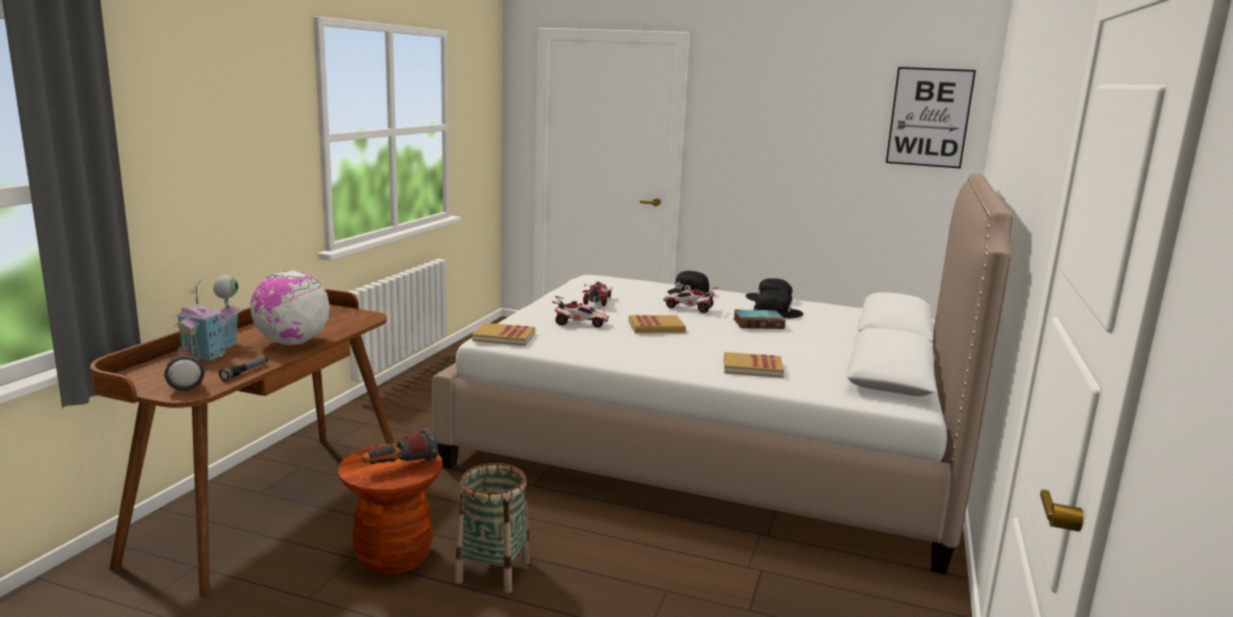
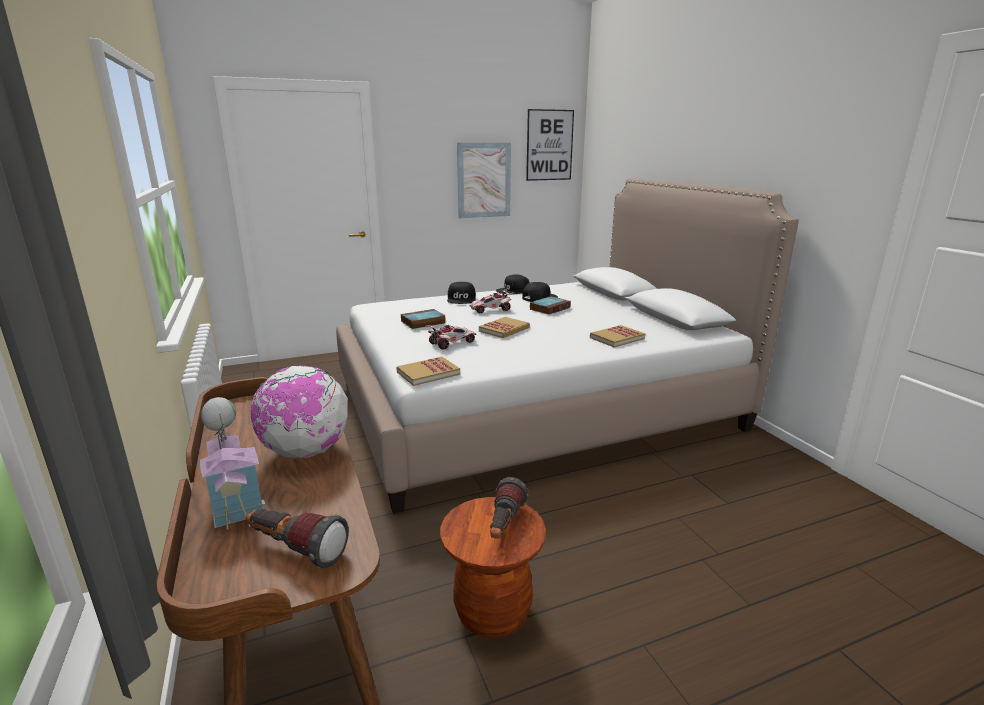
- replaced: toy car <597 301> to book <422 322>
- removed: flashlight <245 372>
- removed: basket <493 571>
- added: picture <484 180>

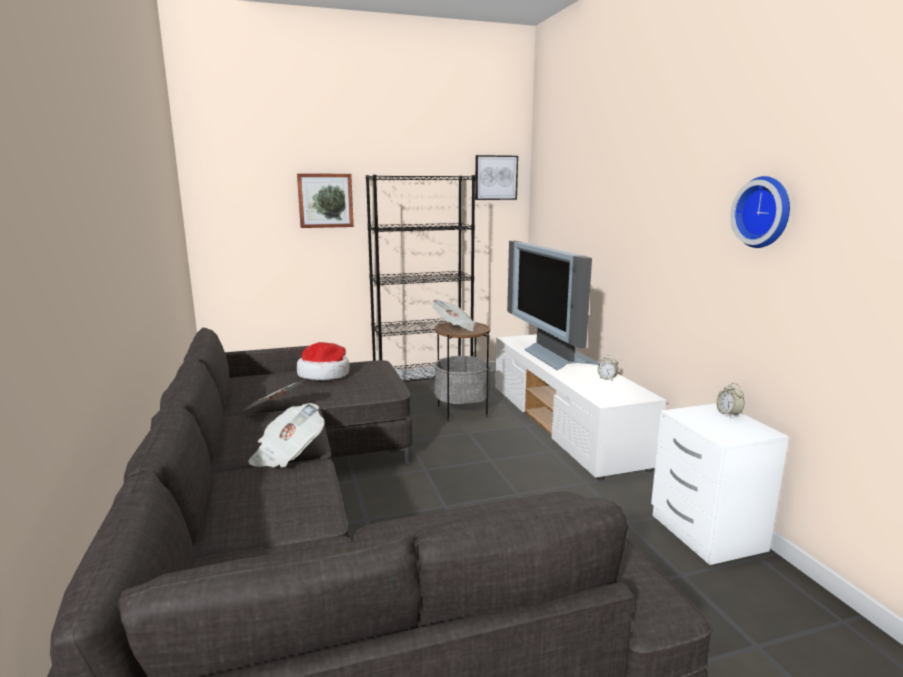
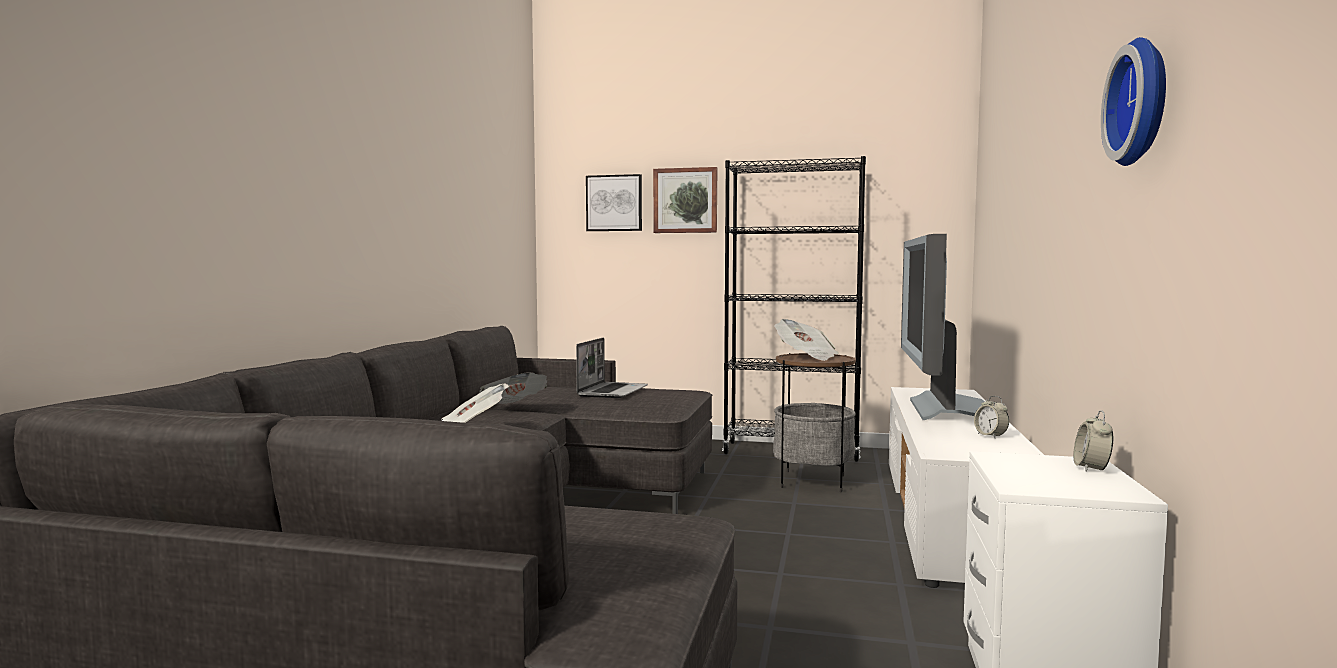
- moved: picture <495 177> to <614 203>
- replaced: hat <324 374> to laptop <612 391>

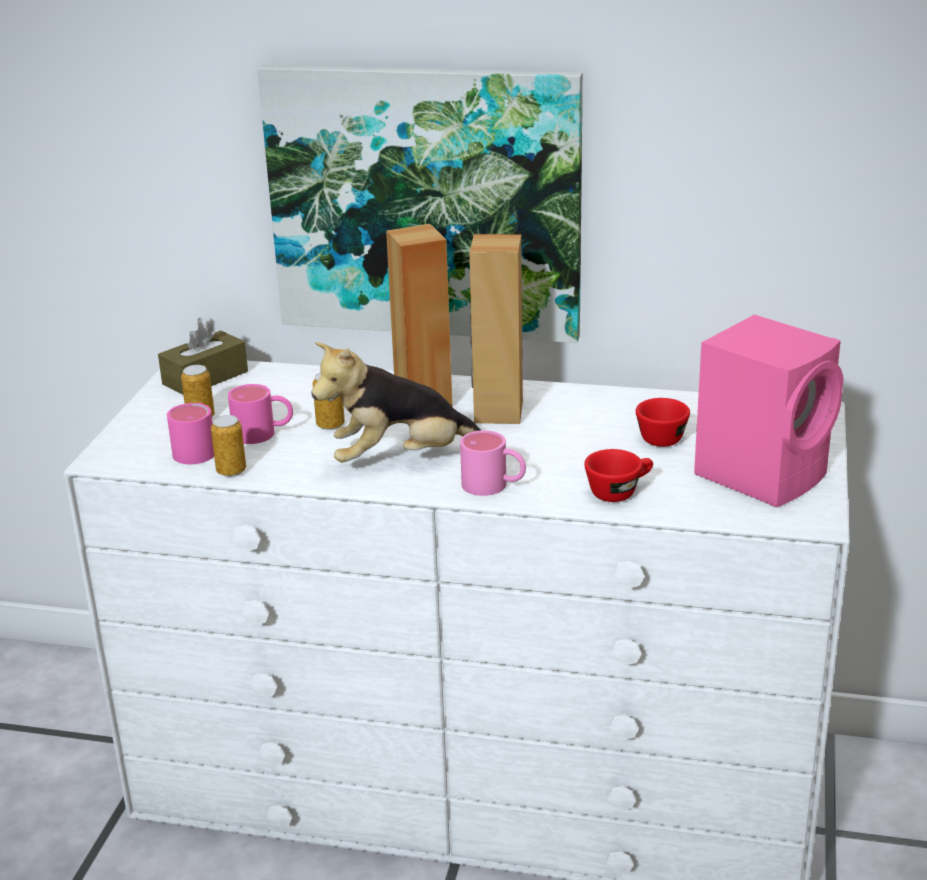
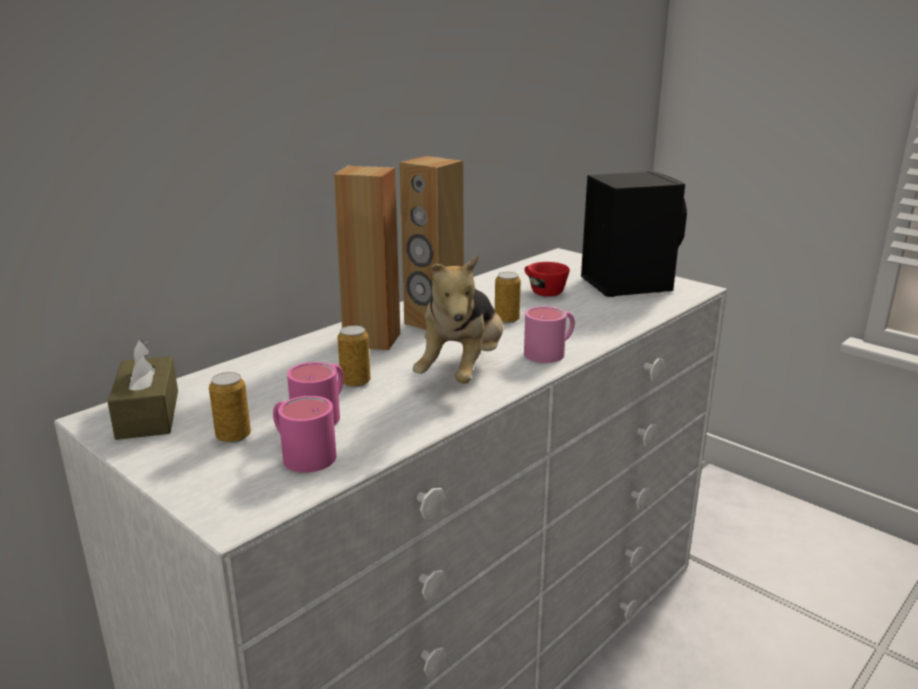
- removed: picture <425 202>
- recoloured: pink speaker <764 474> to black speaker <625 283>
- moved: can <231 471> to <506 320>
- removed: red cup <619 491>

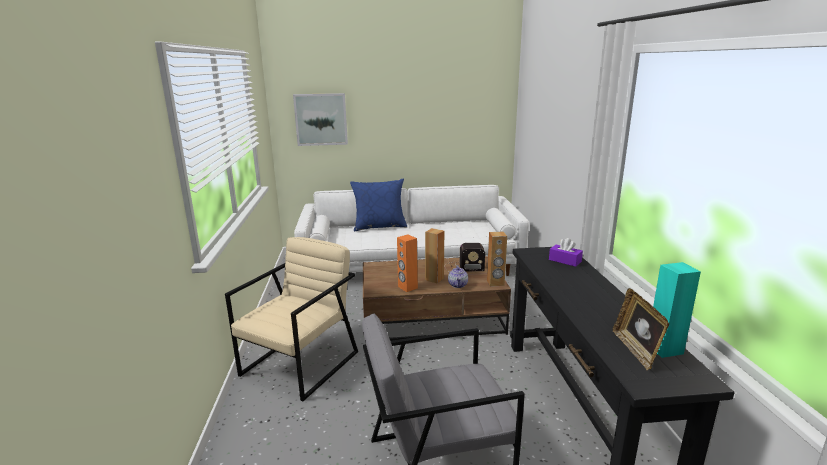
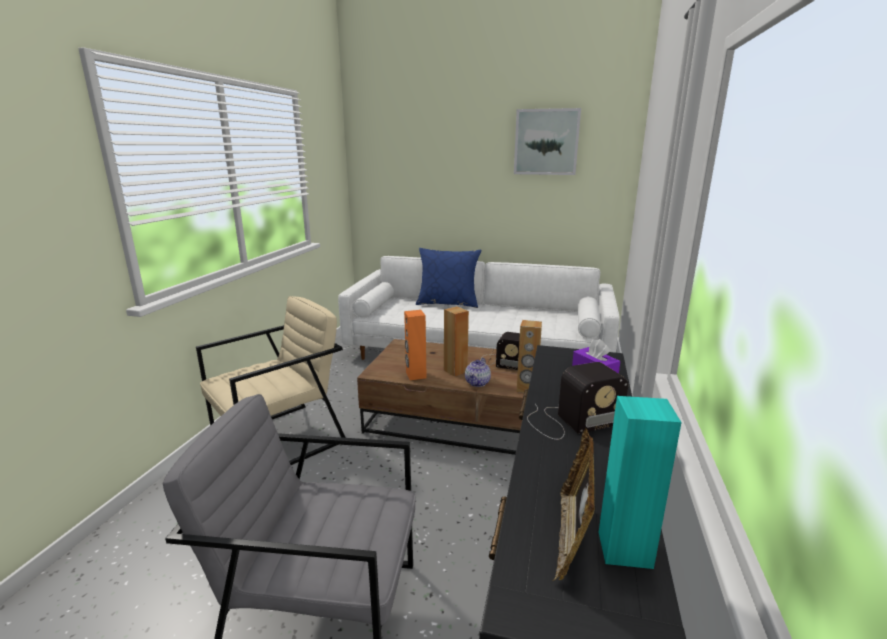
- moved: picture <321 119> to <546 142>
- added: radio <570 421>

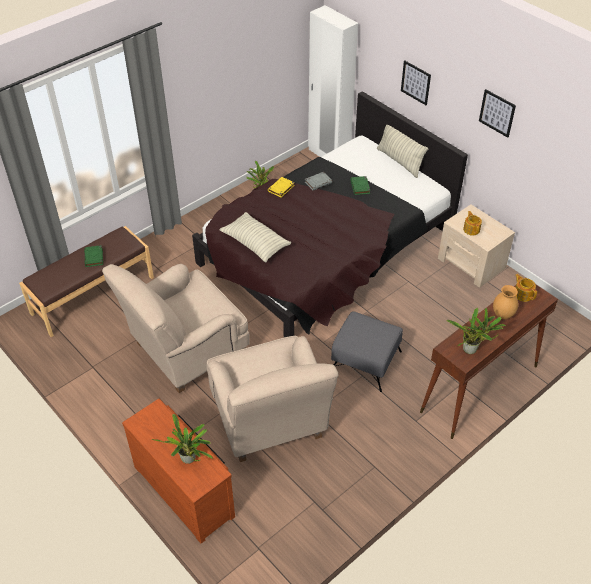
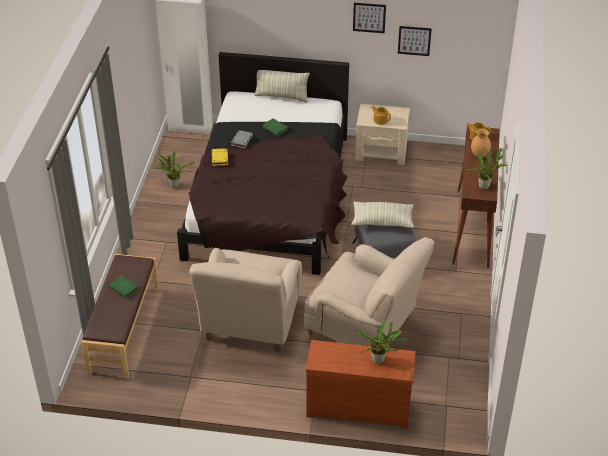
- moved: picture <415 82> to <414 40>
- moved: pillow <255 243> to <382 221>

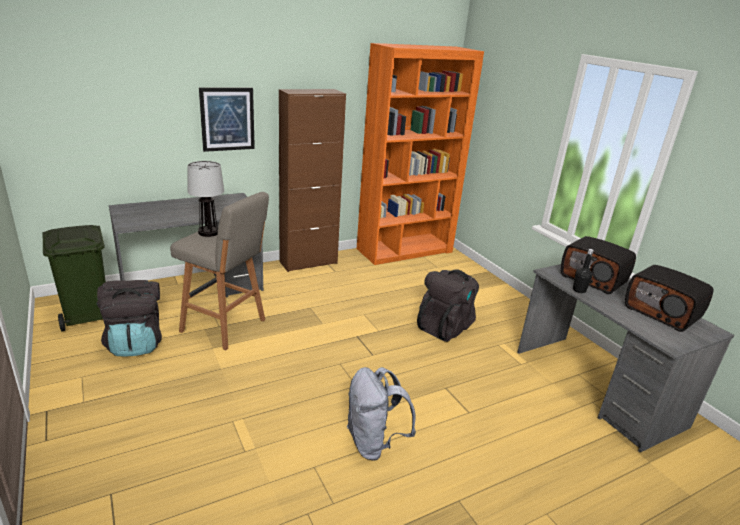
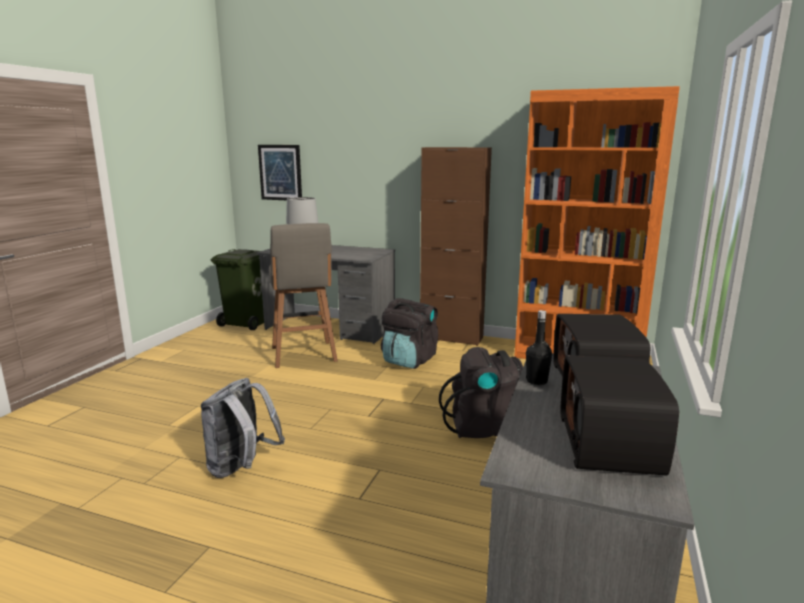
- moved: picture <227 119> to <280 172>
- moved: black backpack <136 343> to <409 360>

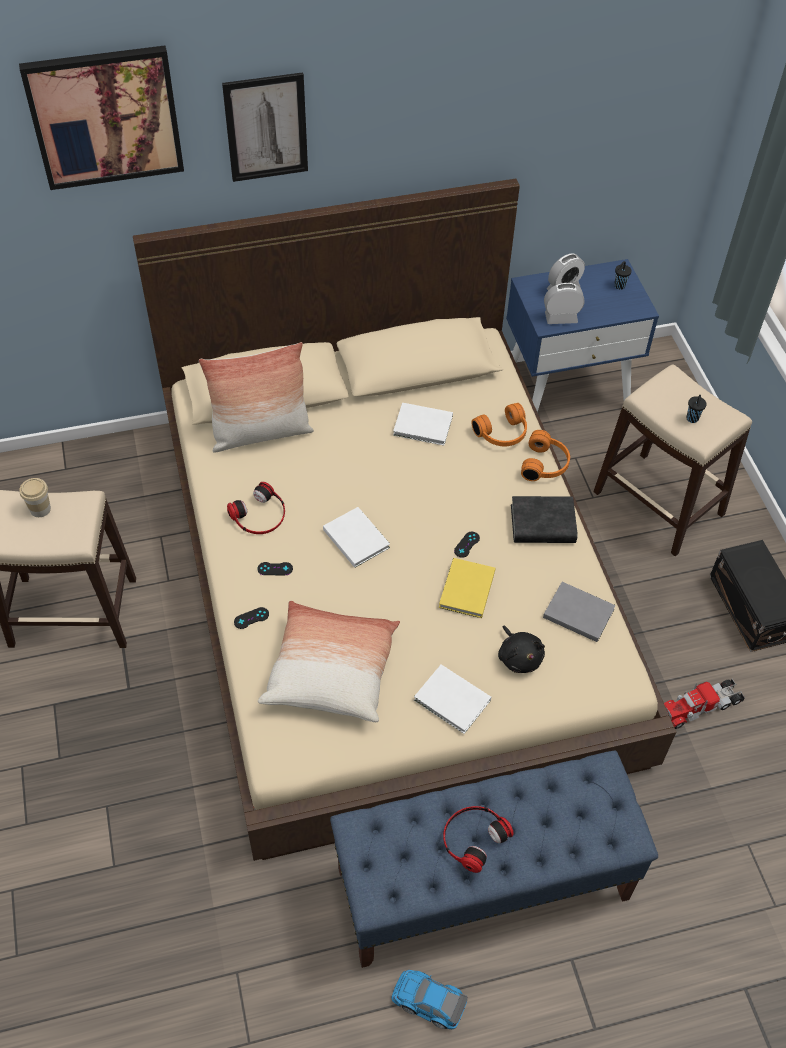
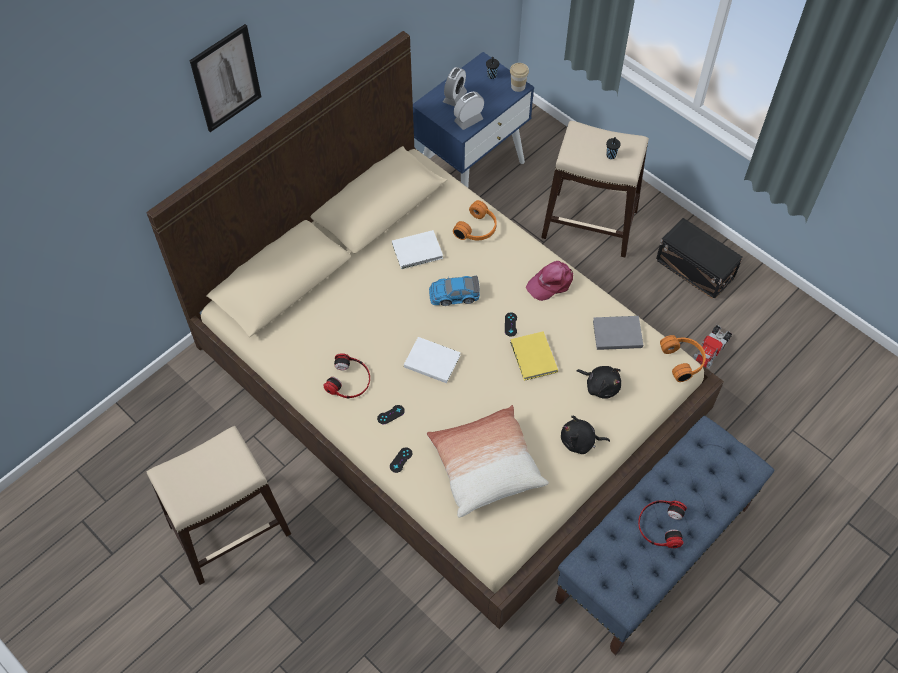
- removed: picture <105 117>
- removed: pillow <261 433>
- moved: orange headphones <546 464> to <683 360>
- moved: cup <40 509> to <518 86>
- replaced: black book <542 524> to pink cap <551 282>
- replaced: white book <453 702> to black plush toy <580 441>
- moved: toy car <428 1001> to <454 294>

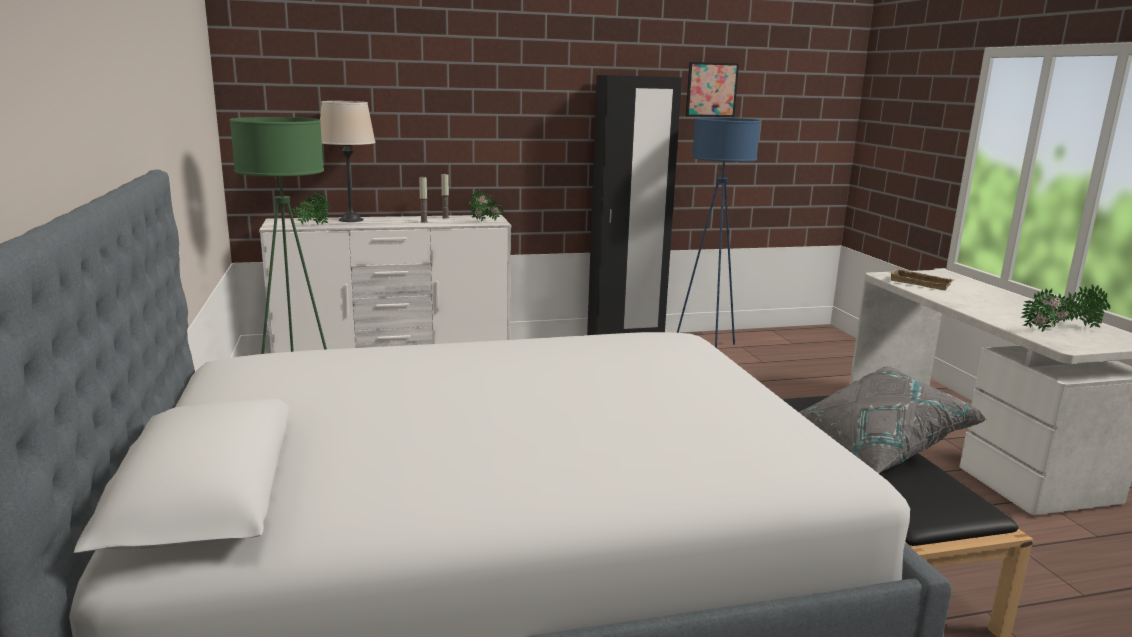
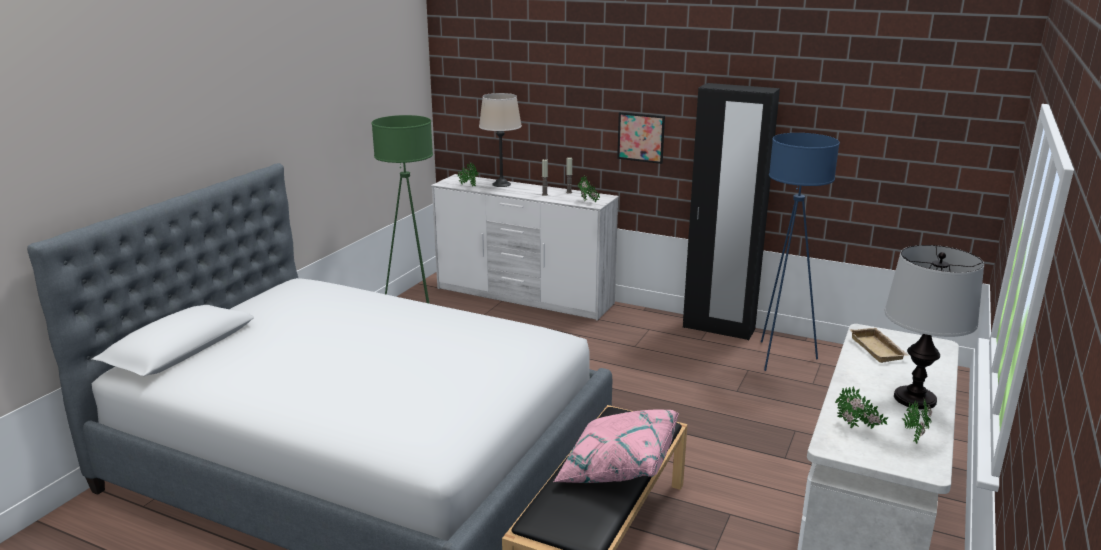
- moved: picture <711 89> to <641 137>
- recoloured: grey pillow <876 445> to pink pillow <617 468>
- added: table lamp <914 399>

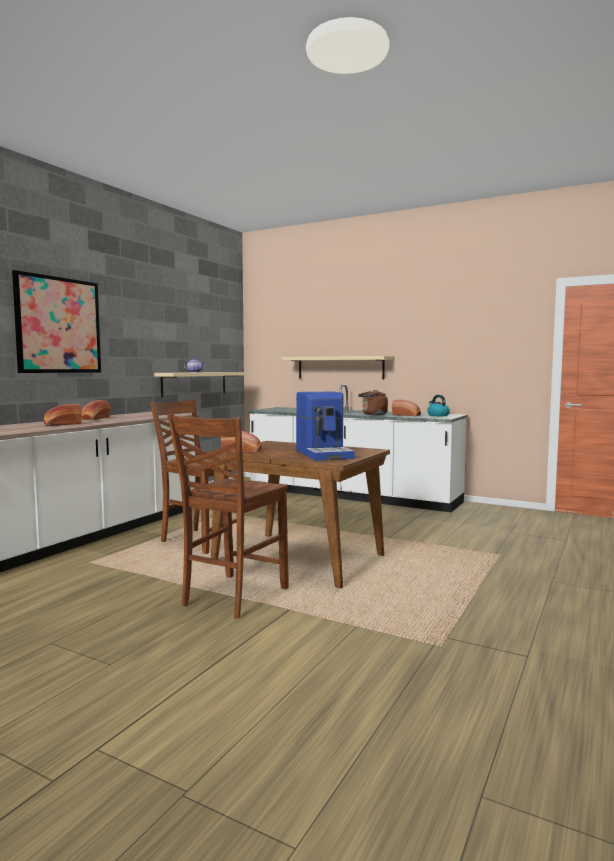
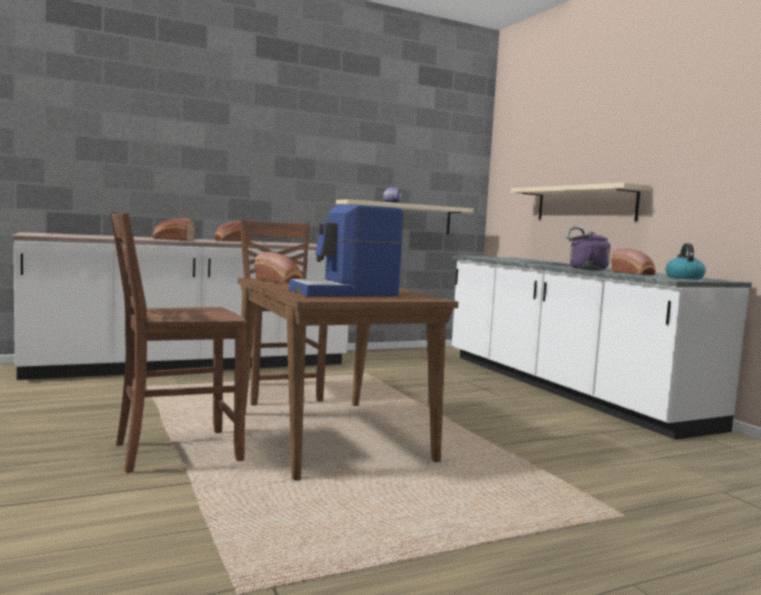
- removed: picture <58 325>
- recoloured: brown kettle <373 414> to purple kettle <585 269>
- turned: coffee machine <324 454> = <345 293> 45 degrees clockwise

